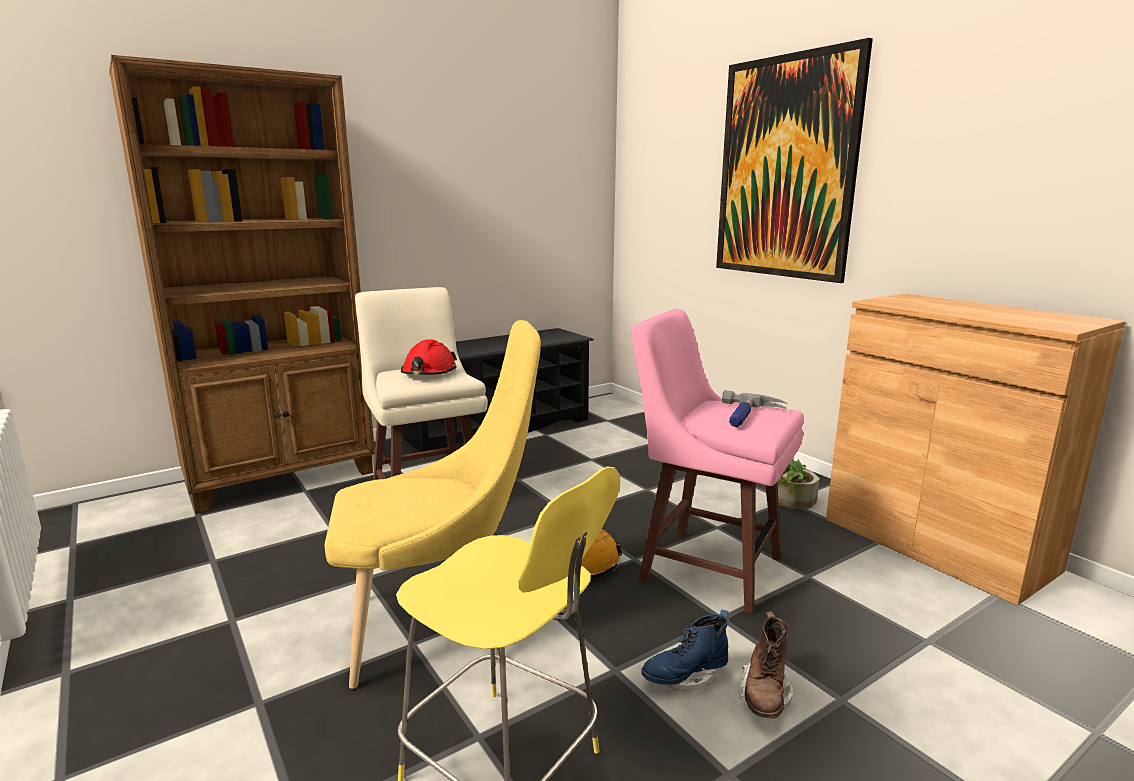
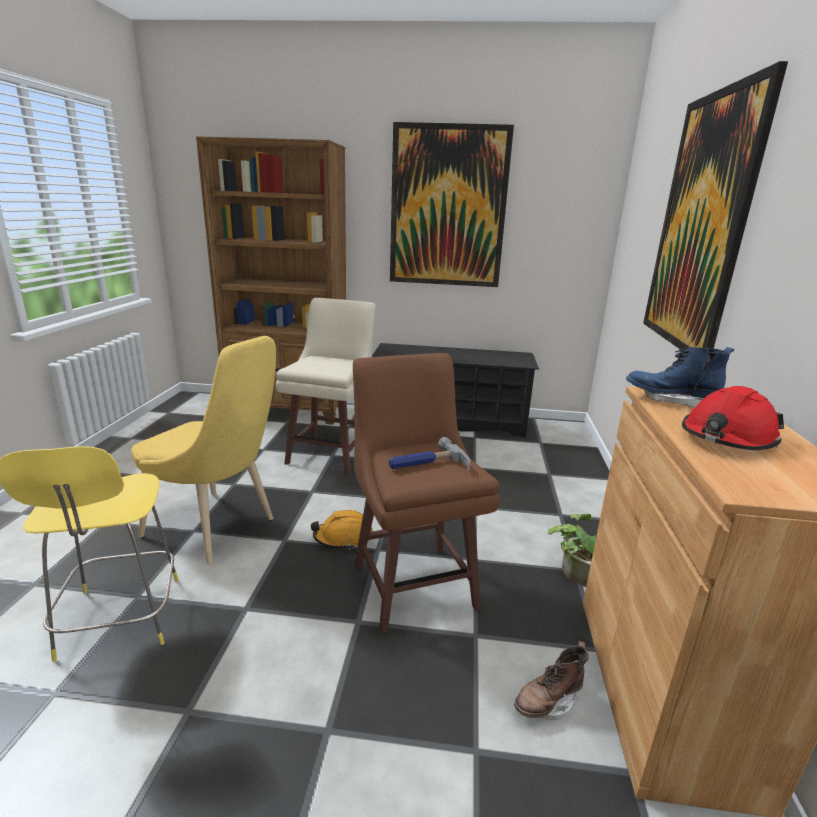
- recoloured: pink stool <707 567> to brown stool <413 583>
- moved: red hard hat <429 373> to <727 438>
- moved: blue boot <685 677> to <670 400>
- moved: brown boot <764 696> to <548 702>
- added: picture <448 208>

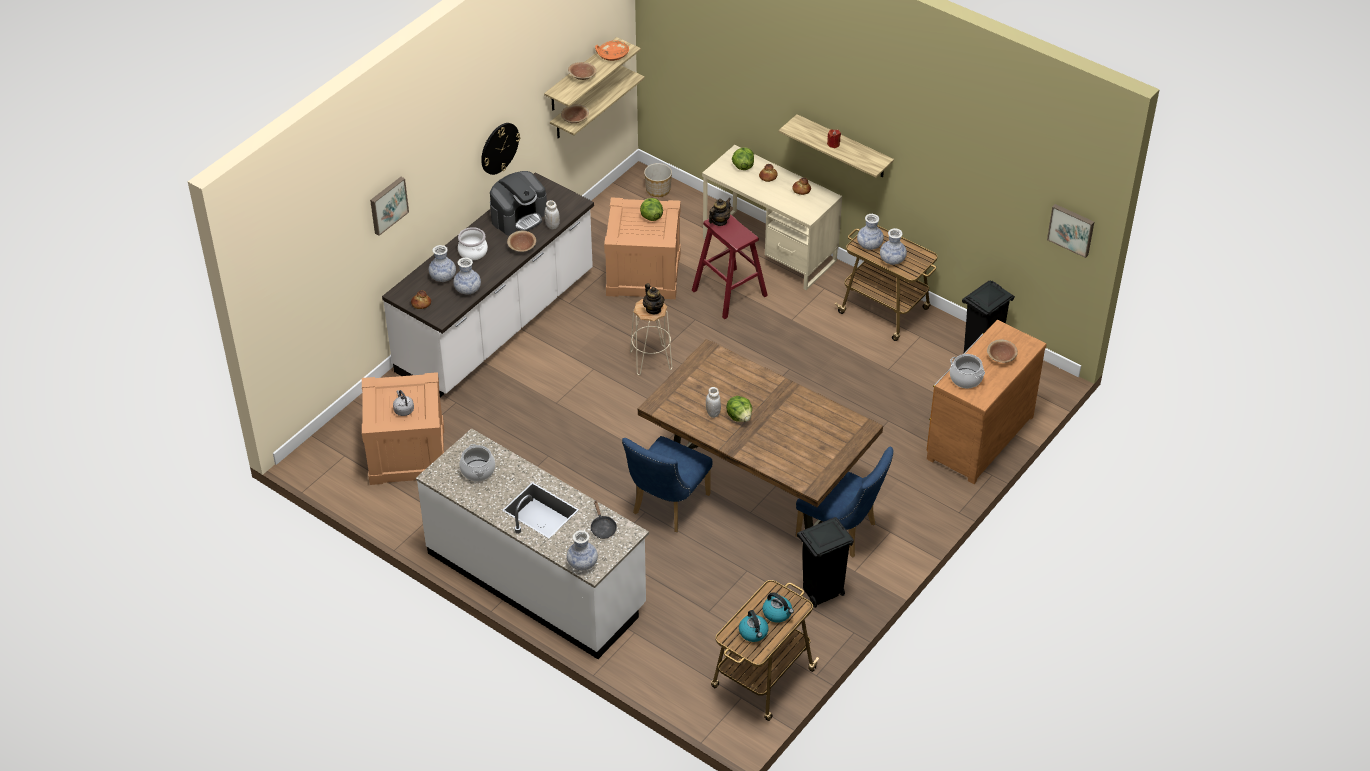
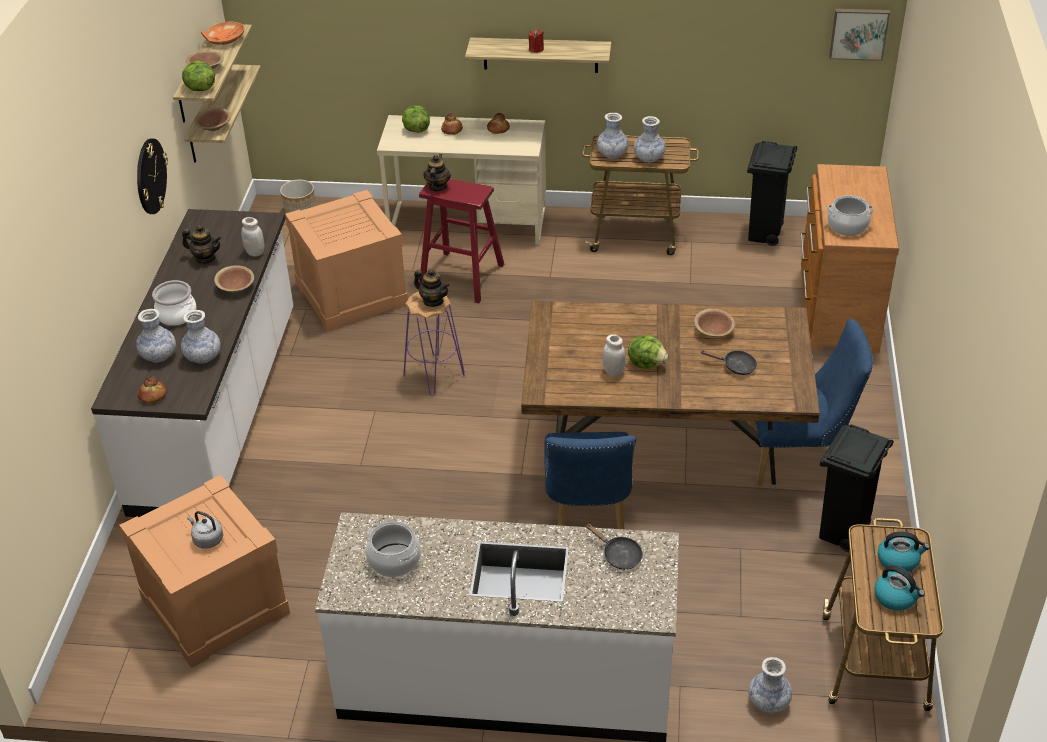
- replaced: coffee machine <519 216> to teapot <205 258>
- removed: picture <387 205>
- moved: lettuce <651 217> to <199 89>
- recoloured: beige stool <651 360> to purple stool <434 375>
- moved: brown bowl <1001 357> to <713 331>
- moved: vase <582 563> to <768 702>
- added: black frying pan <735 366>

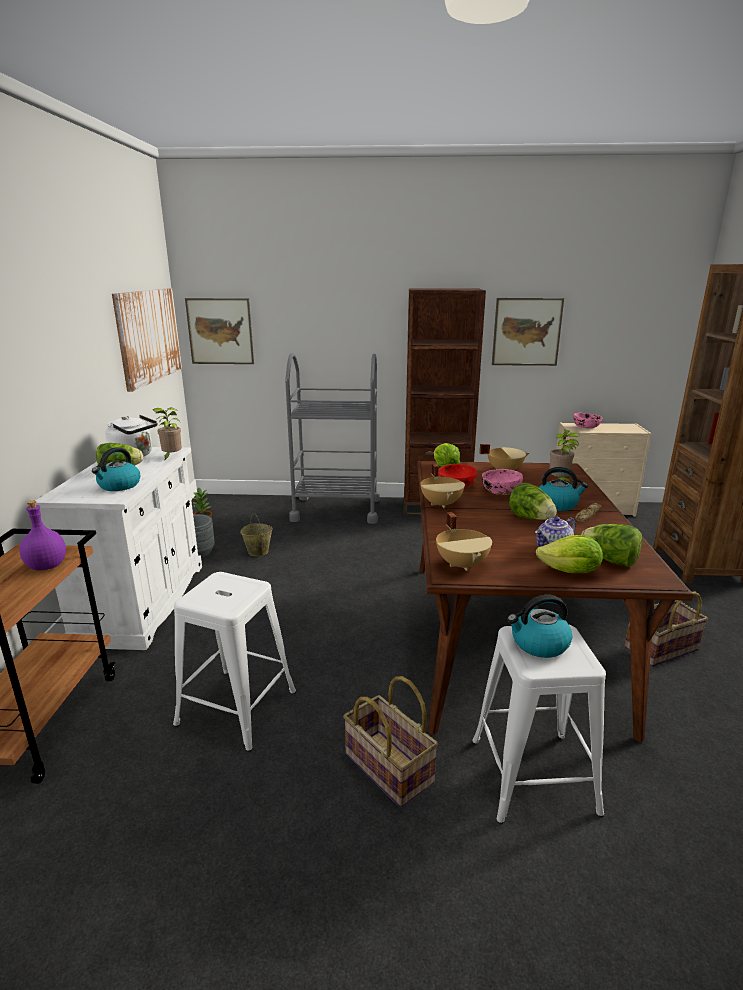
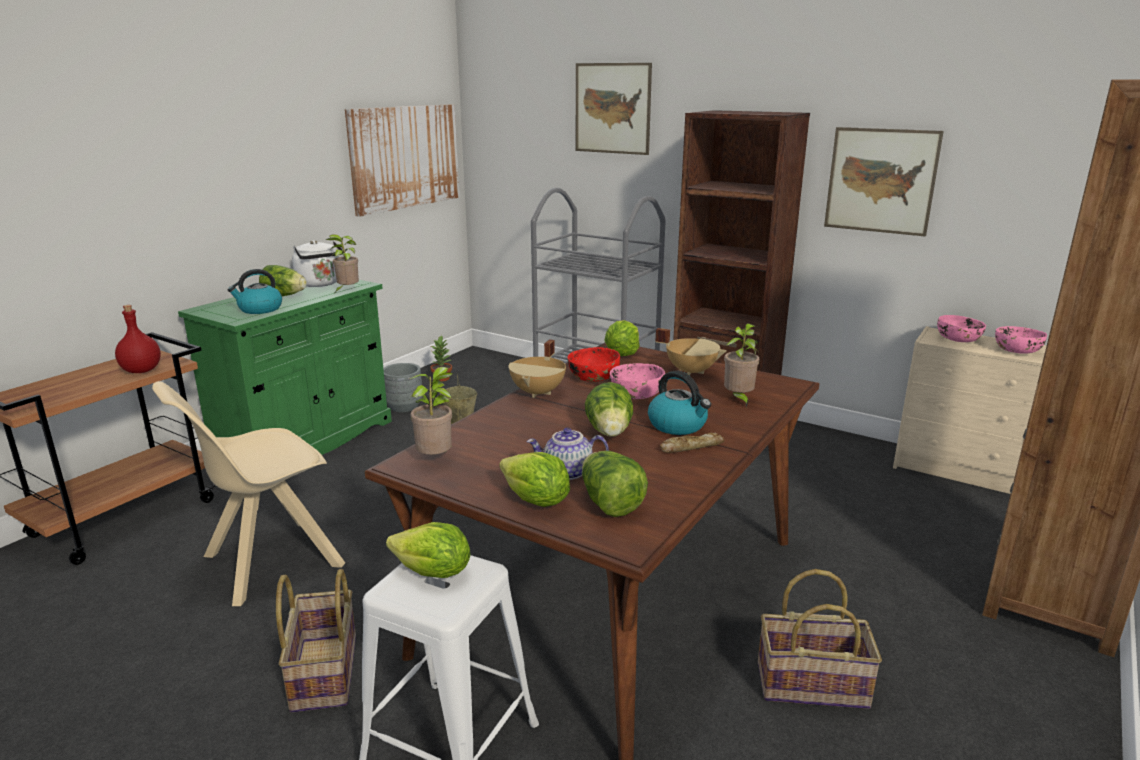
- moved: picture <220 331> to <612 108>
- recoloured: white cabinet <143 602> to green cabinet <306 441>
- recoloured: purple bottle <46 566> to red bottle <141 370>
- replaced: beige cooking pot <462 564> to potted plant <436 459>
- replaced: white stool <236 707> to beige chair <269 562>
- replaced: kettle <538 644> to lettuce <433 573>
- added: pink bowl <1017 350>

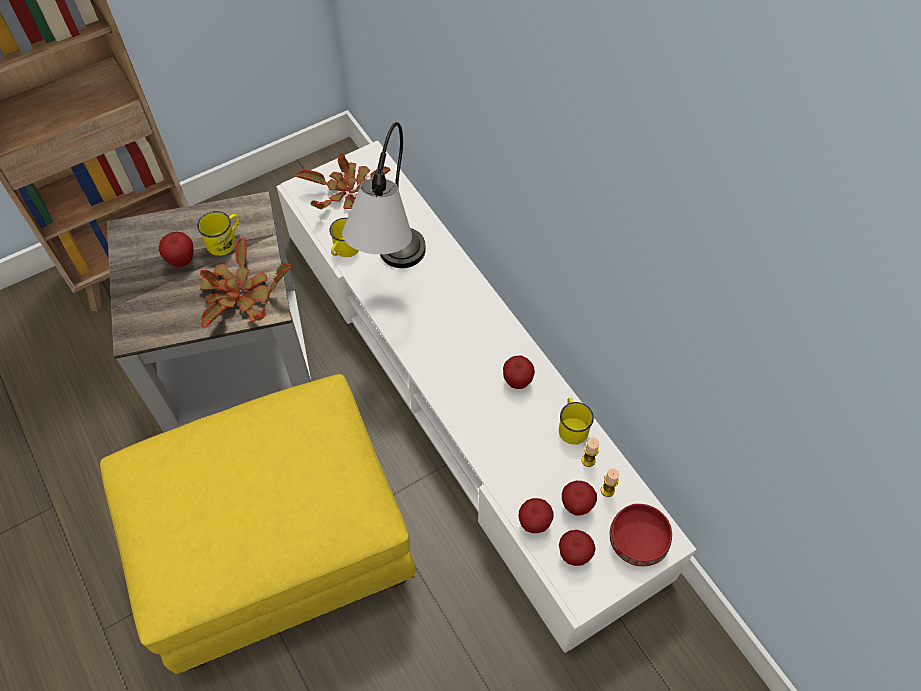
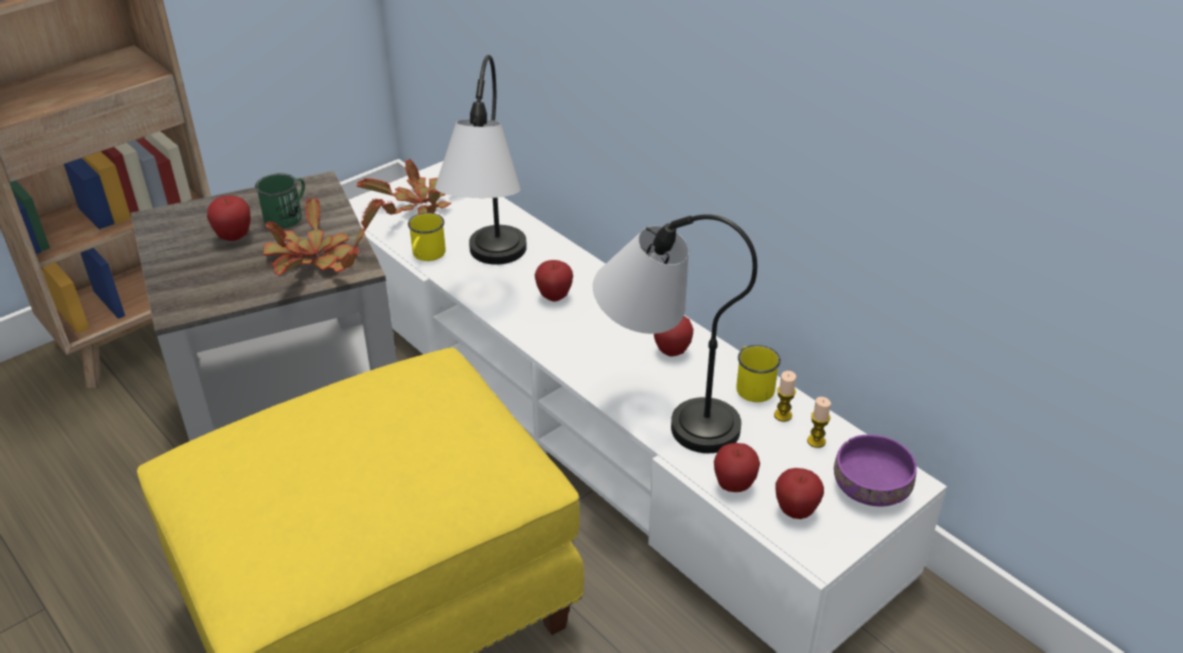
- recoloured: yellow mug <225 241> to green mug <287 215>
- moved: apple <576 505> to <554 297>
- recoloured: red bowl <637 542> to purple bowl <871 488>
- added: table lamp <664 410>

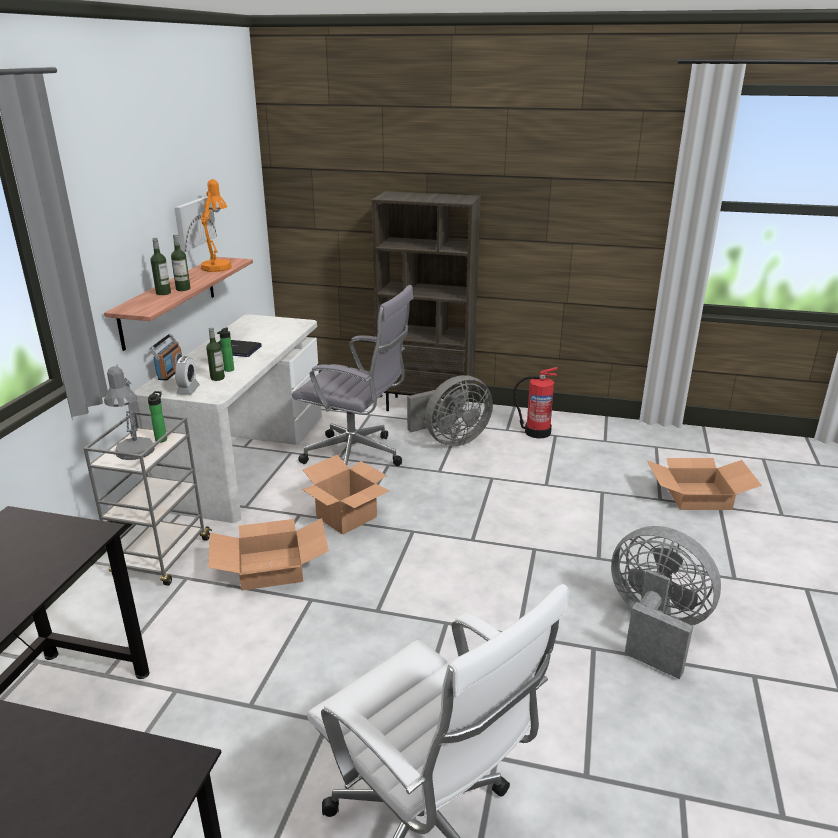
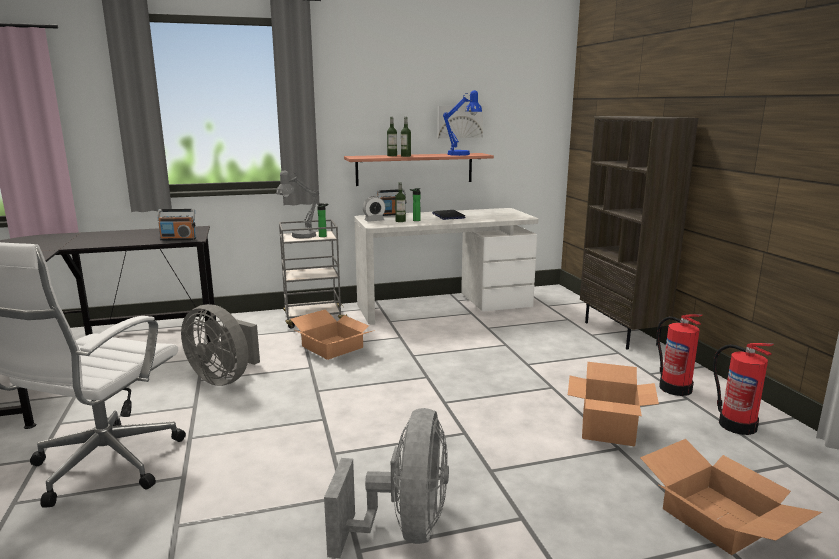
- recoloured: orange table lamp <218 266> to blue table lamp <462 154>
- removed: grey office chair <357 457>
- moved: grey fan <451 440> to <224 378>
- moved: cardboard box <347 516> to <608 430>
- added: radio <178 239>
- added: fire extinguisher <736 424>

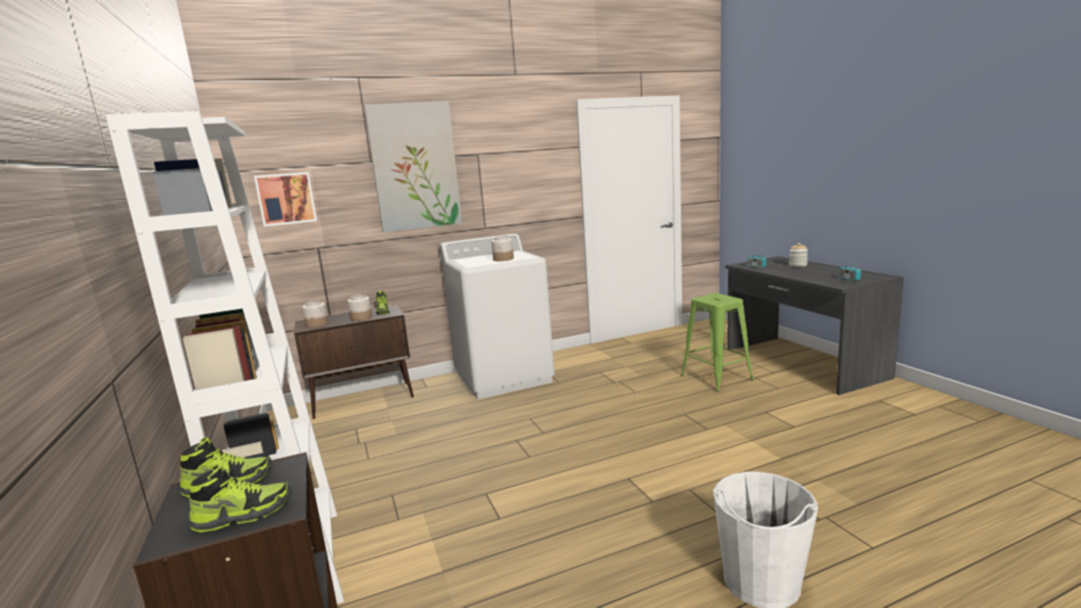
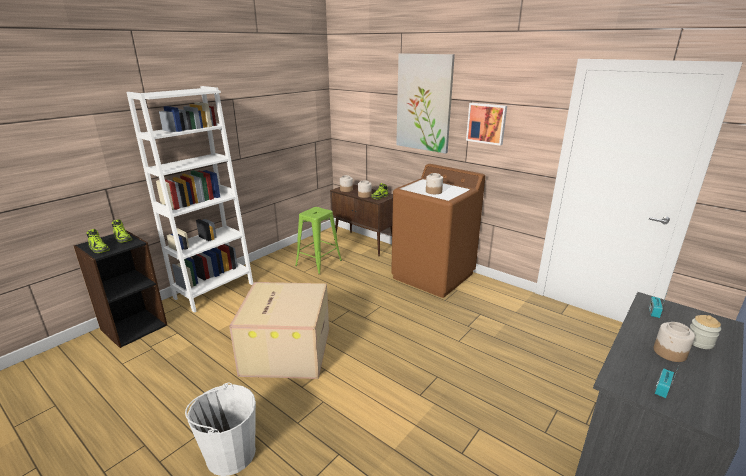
- moved: picture <286 198> to <486 123>
- recoloured: white washing machine <504 377> to brown washing machine <433 276>
- moved: green stool <716 378> to <318 263>
- added: cardboard box <286 350>
- added: jar <670 352>

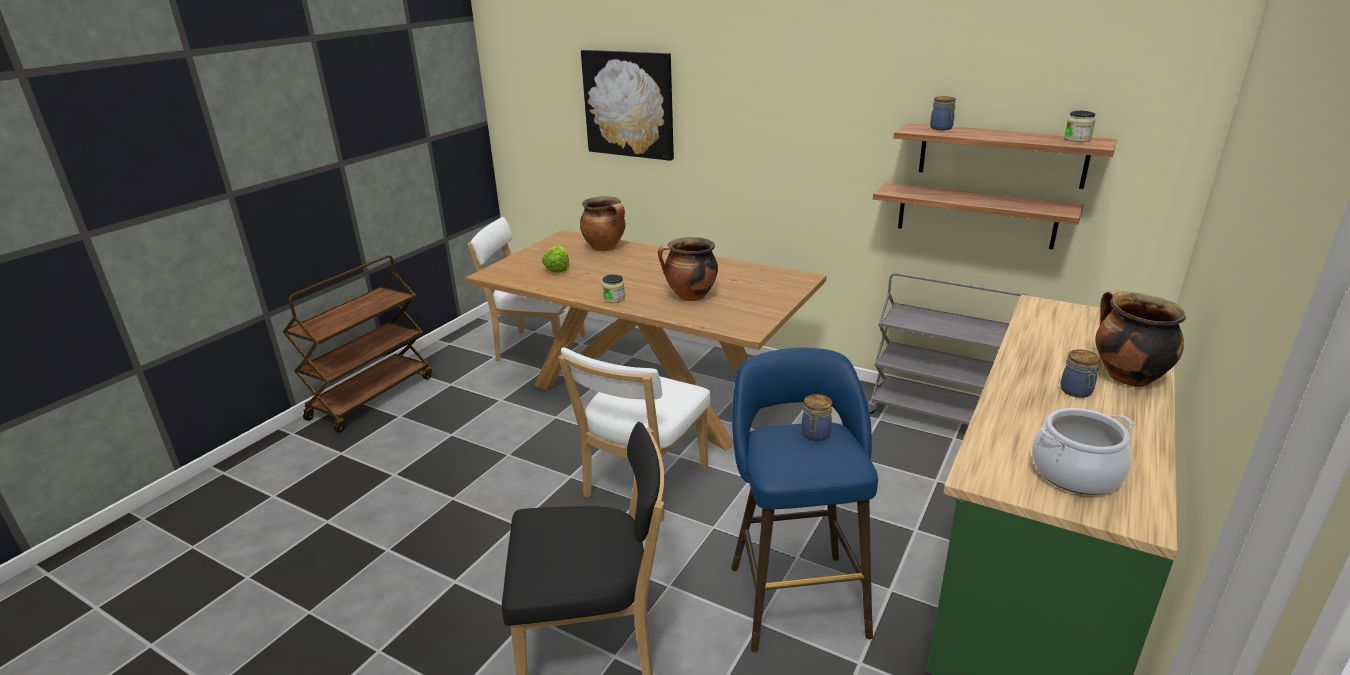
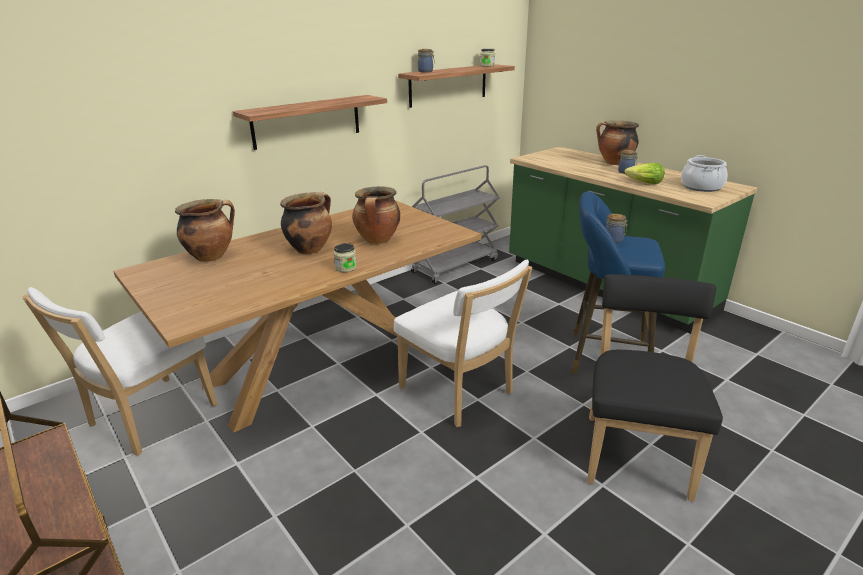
- removed: picture <629 104>
- moved: shelf <975 215> to <307 121>
- moved: lettuce <557 268> to <644 183>
- added: cooking pot <310 249>

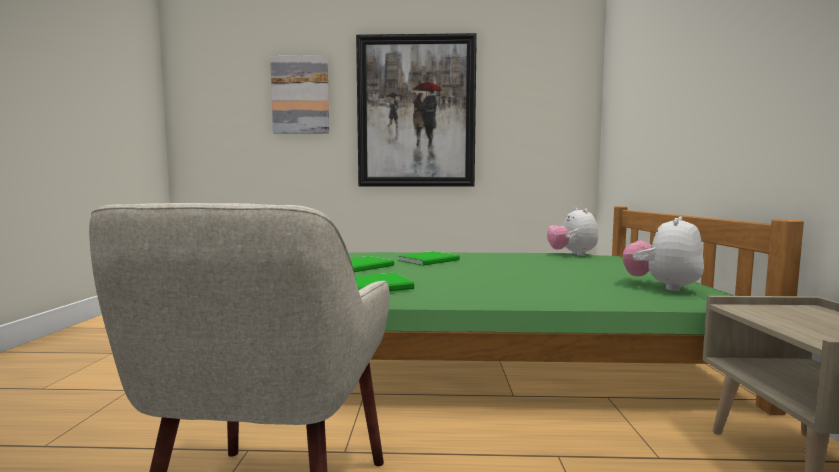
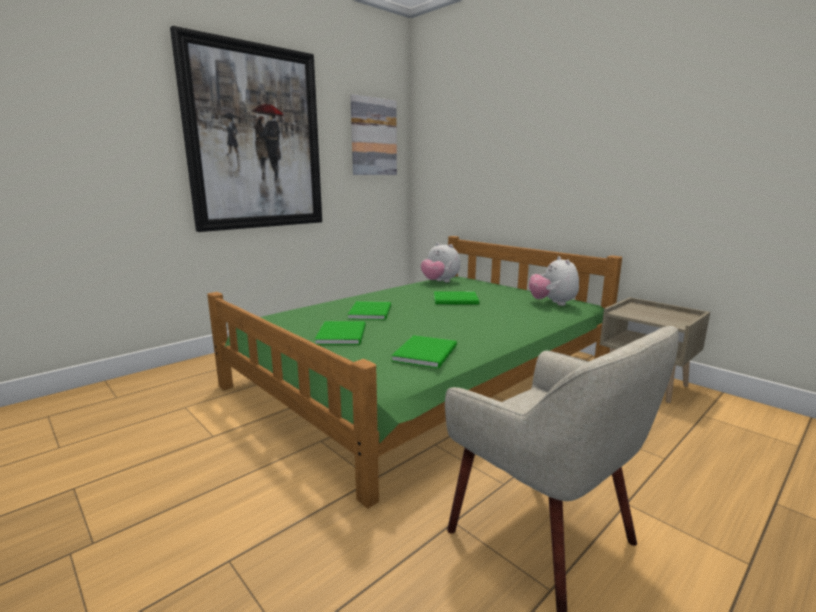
- moved: picture <300 95> to <373 137>
- added: green book <457 300>

